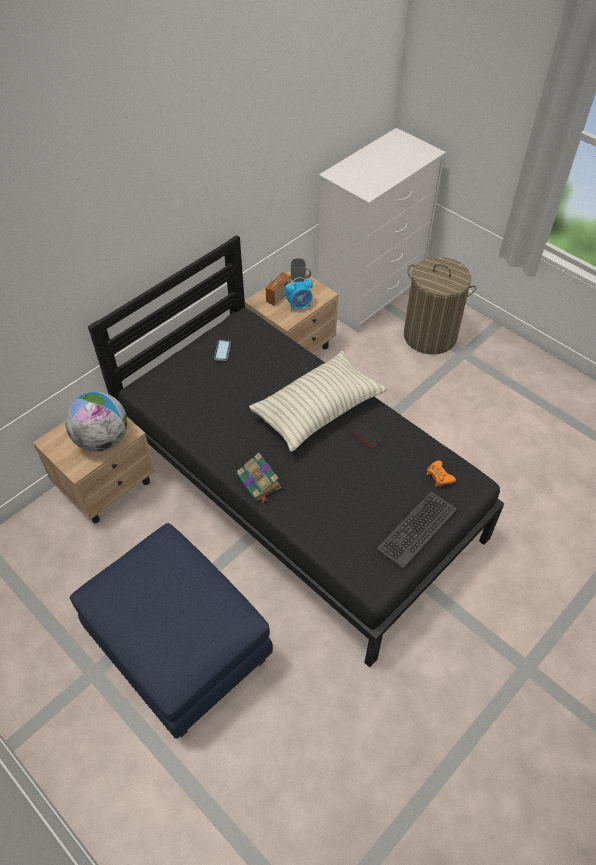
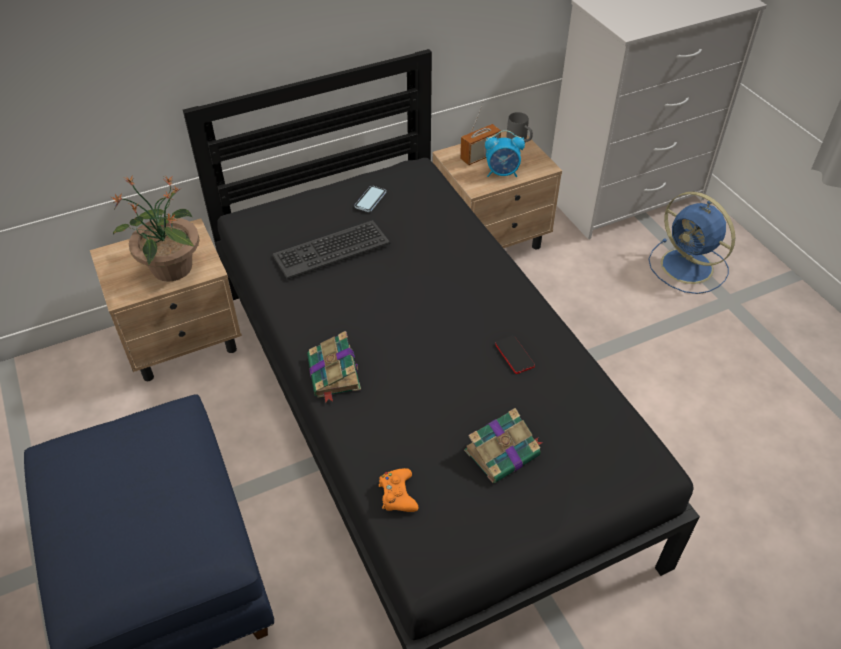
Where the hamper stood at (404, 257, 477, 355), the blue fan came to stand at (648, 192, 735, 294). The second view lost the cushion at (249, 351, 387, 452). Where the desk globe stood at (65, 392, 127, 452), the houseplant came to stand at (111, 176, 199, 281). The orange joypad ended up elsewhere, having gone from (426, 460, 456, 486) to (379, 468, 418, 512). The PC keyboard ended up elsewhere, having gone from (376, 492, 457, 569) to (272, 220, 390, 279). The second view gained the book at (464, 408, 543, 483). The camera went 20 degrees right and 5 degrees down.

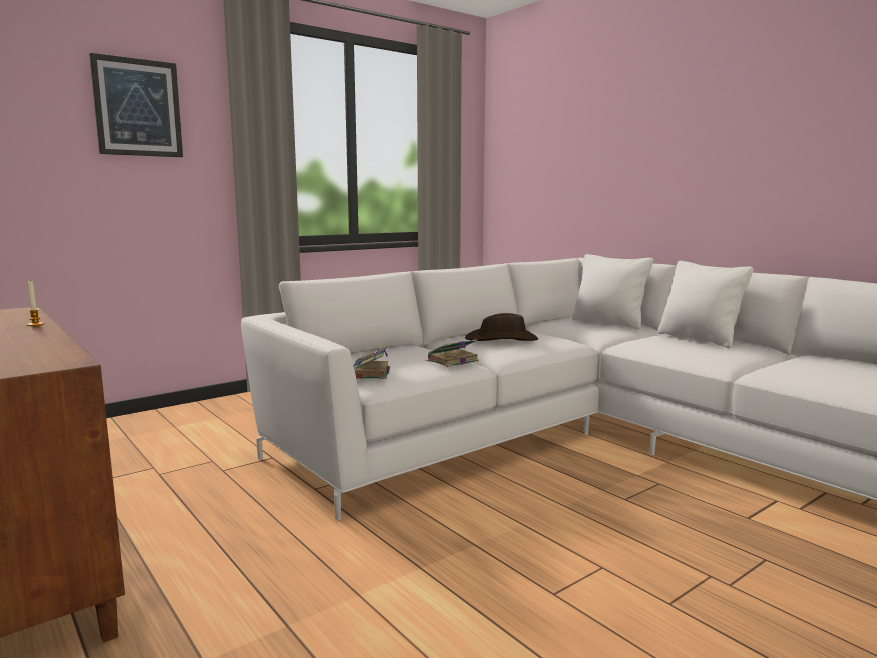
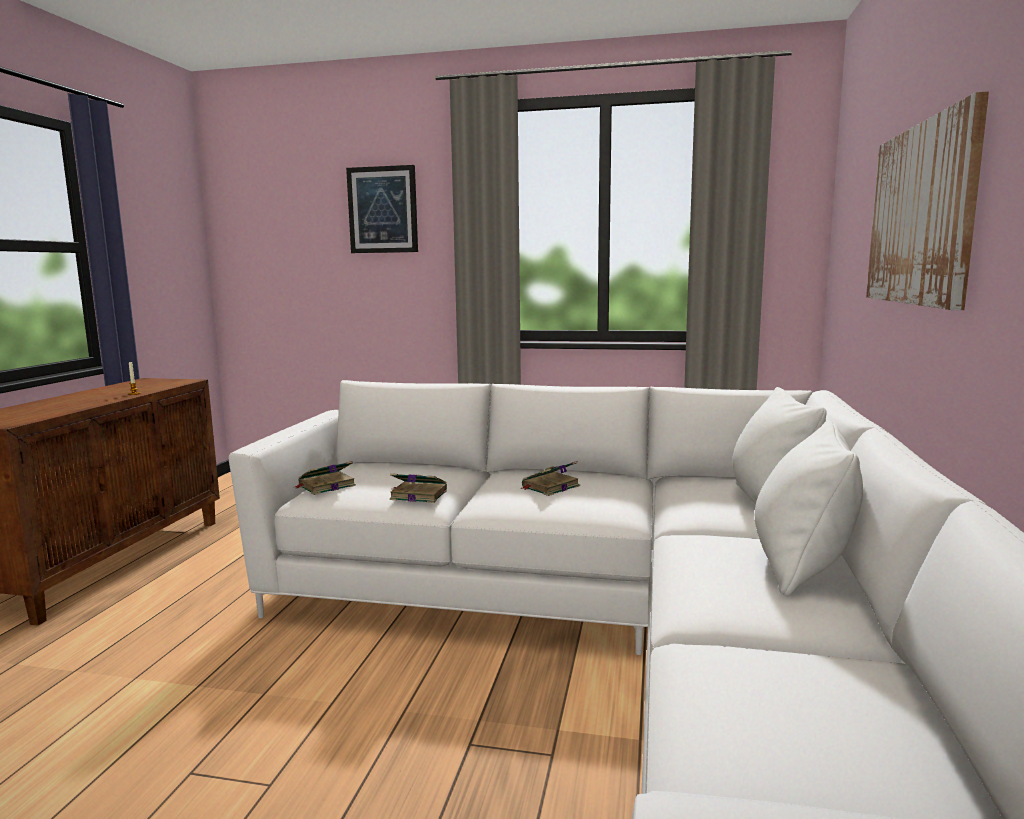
Where the brownish hat stood at (465, 313, 538, 341), the book came to stand at (520, 461, 580, 496). The second view gained the wall art at (866, 91, 989, 310). The camera went 50 degrees right and 0 degrees up.

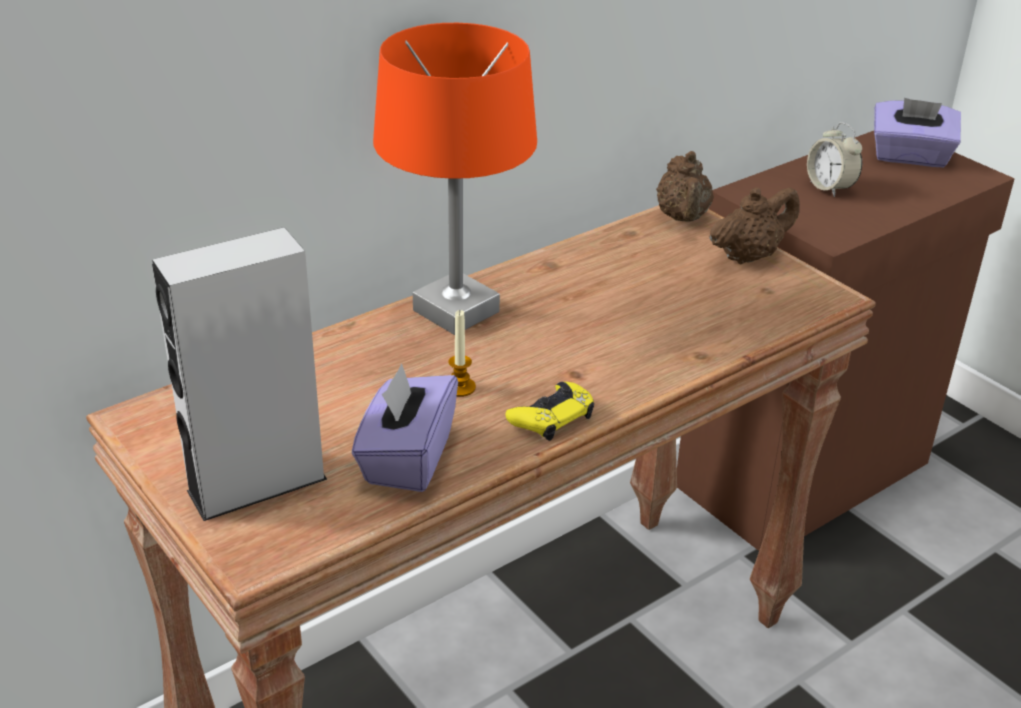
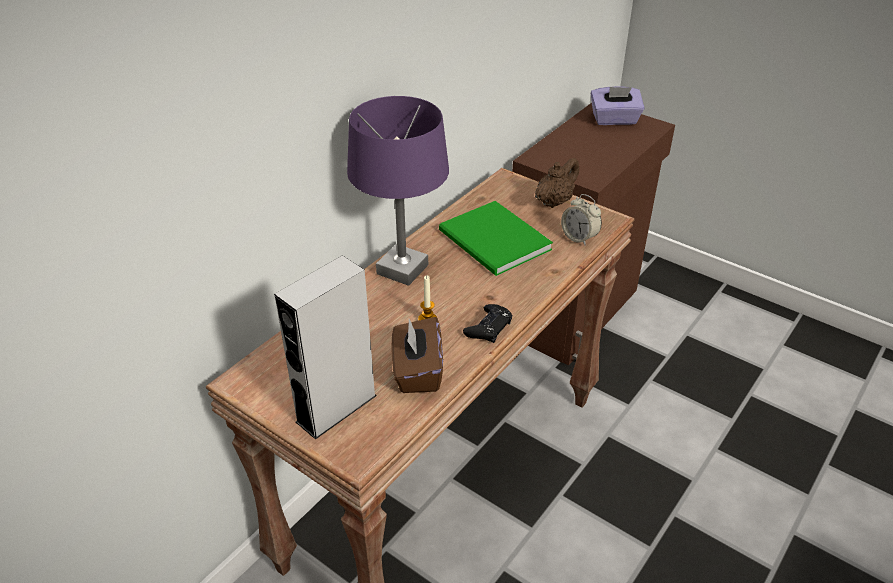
What was the orange table lamp at (373, 23, 537, 335) turned into the purple table lamp at (347, 96, 449, 286). The bedside clock ended up elsewhere, having gone from (807, 122, 862, 197) to (561, 194, 602, 246). The second view lost the brownish tea pot at (656, 151, 714, 222). What was the purple tissue box at (352, 363, 458, 492) turned into the brownish tissue box at (392, 317, 443, 393). What was the yellow joypad at (505, 382, 594, 441) turned into the blackish joypad at (463, 304, 512, 343). The second view gained the greenish book at (439, 201, 553, 276). The camera went 15 degrees left and 5 degrees up.

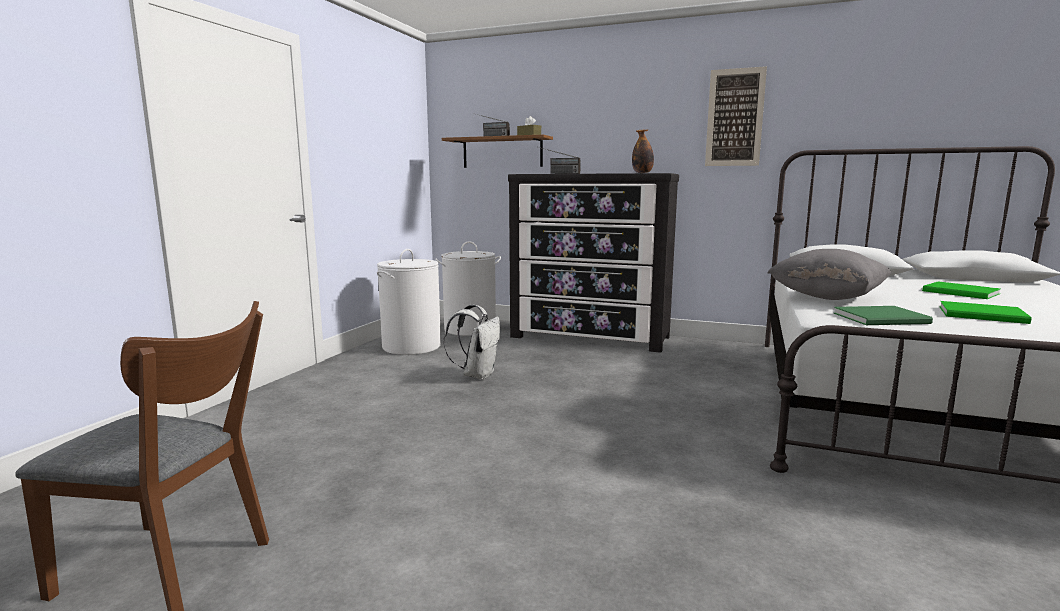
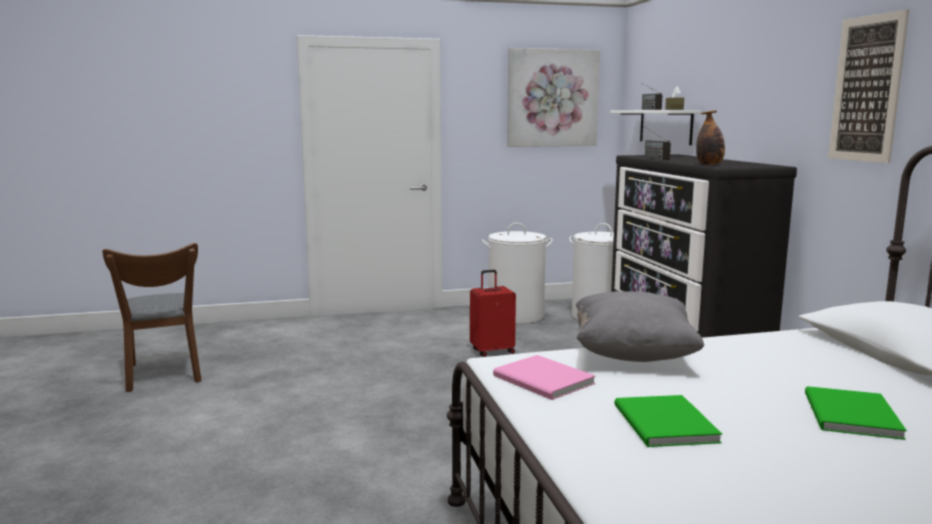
What was the brownish wall shelf at (442, 135, 553, 168) turned into the whitish wall shelf at (610, 110, 701, 145). Where the whitish knapsack stood at (444, 304, 500, 380), the red travel case came to stand at (470, 270, 516, 357). What was the greenish book at (833, 306, 933, 325) turned into the pink book at (493, 355, 596, 400). The second view gained the wall art at (507, 48, 600, 147). The camera went 55 degrees right and 0 degrees up.

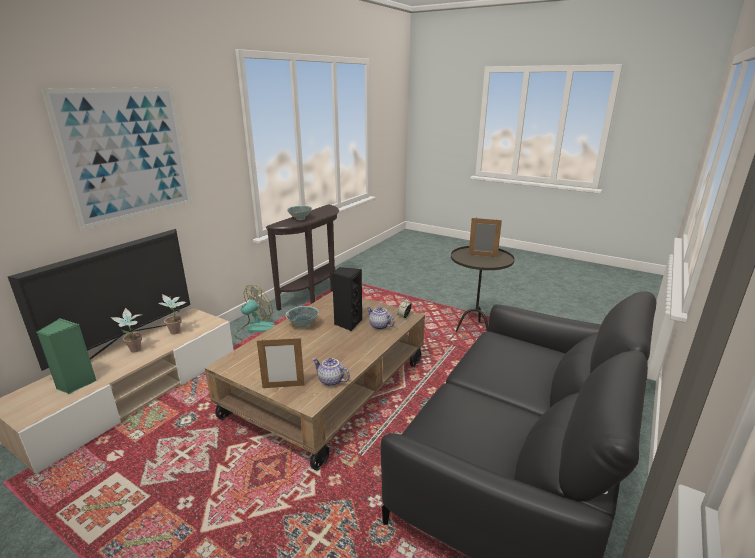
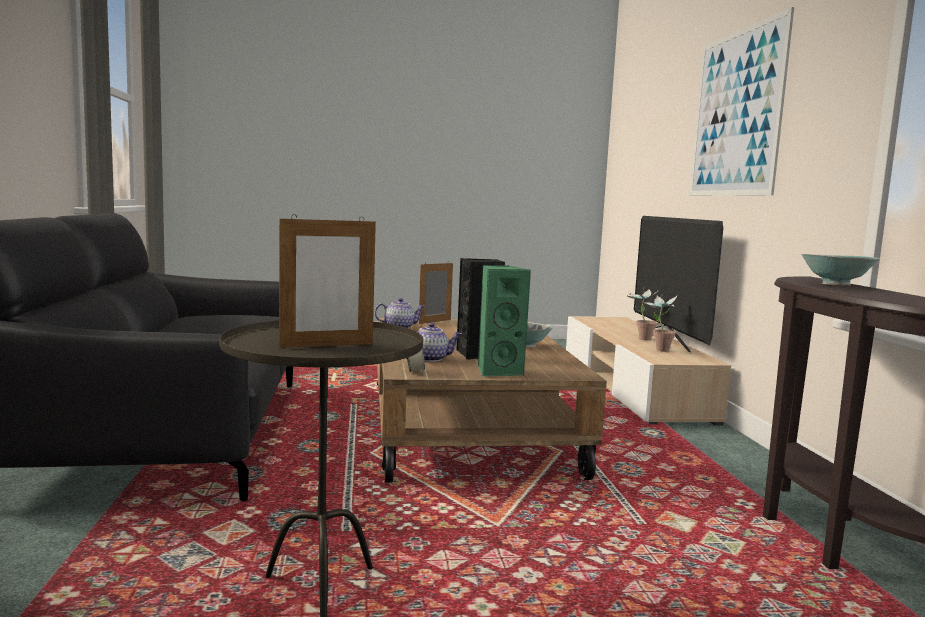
The second view lost the fan at (234, 285, 275, 341). The greenish audio speaker ended up elsewhere, having gone from (36, 318, 96, 394) to (478, 265, 531, 376). The camera went 140 degrees right and 15 degrees down.

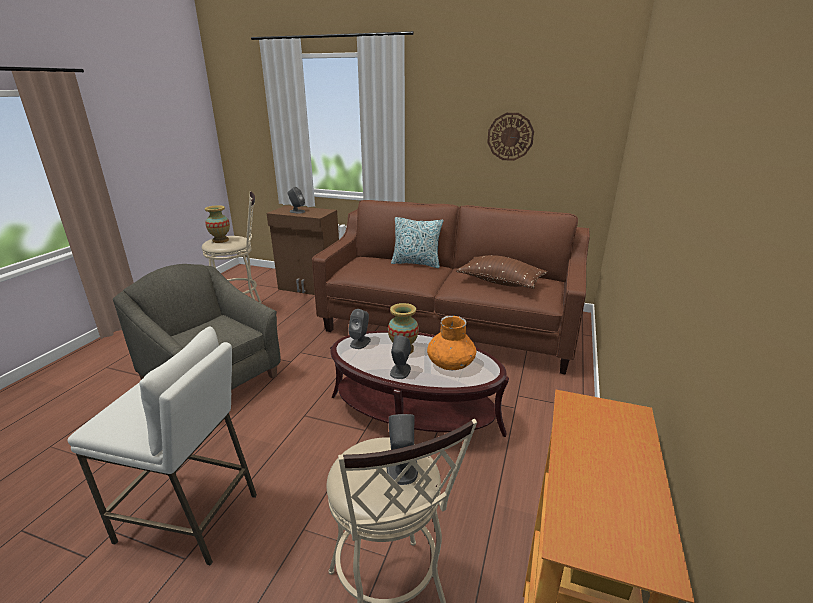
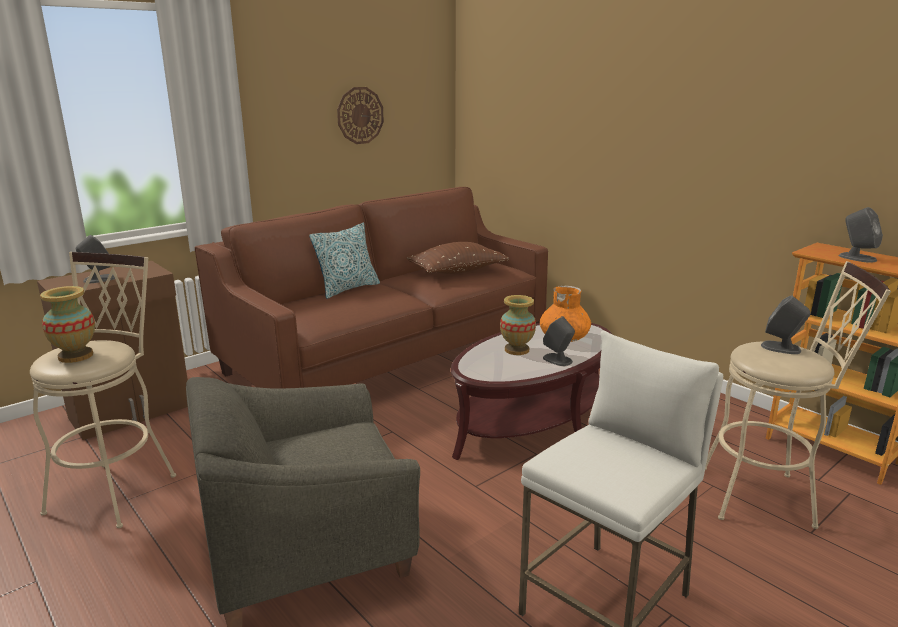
The greyish audio speaker ended up elsewhere, having gone from (348, 309, 371, 349) to (839, 207, 883, 263). The camera went 60 degrees left and 5 degrees down.

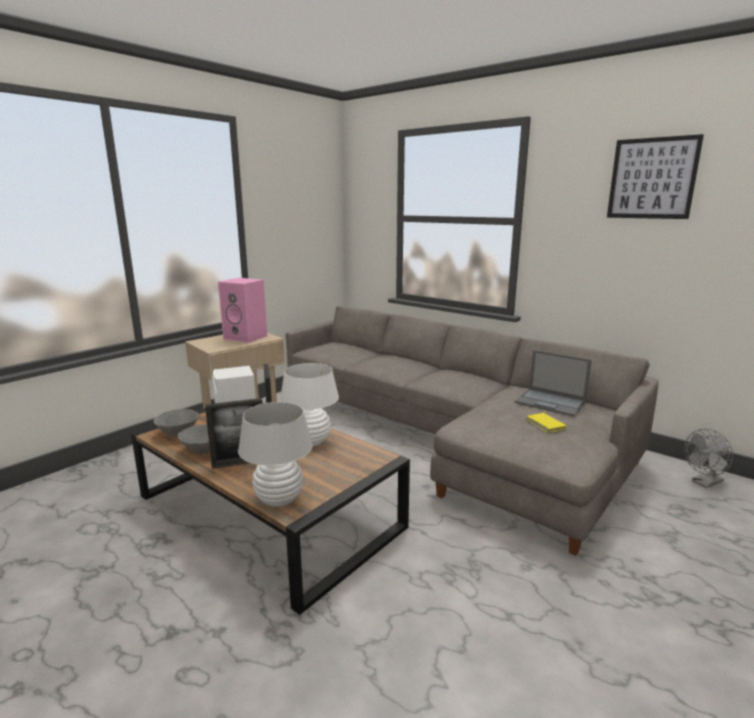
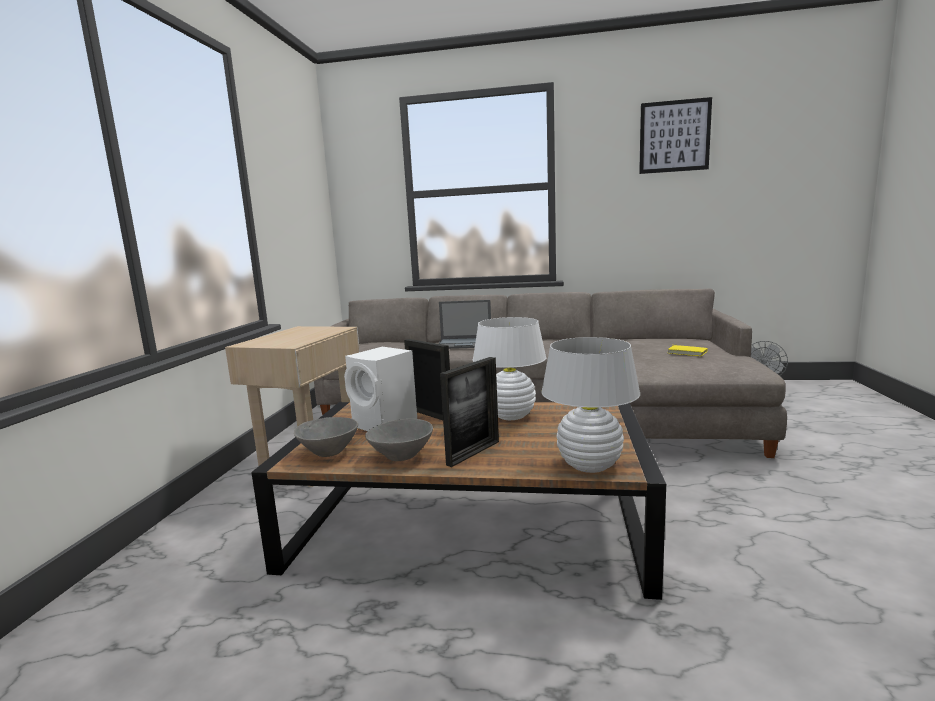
The second view lost the pink audio speaker at (218, 278, 267, 343). The portable computer ended up elsewhere, having gone from (515, 350, 592, 417) to (438, 300, 491, 349). The camera went 30 degrees left and 5 degrees down.

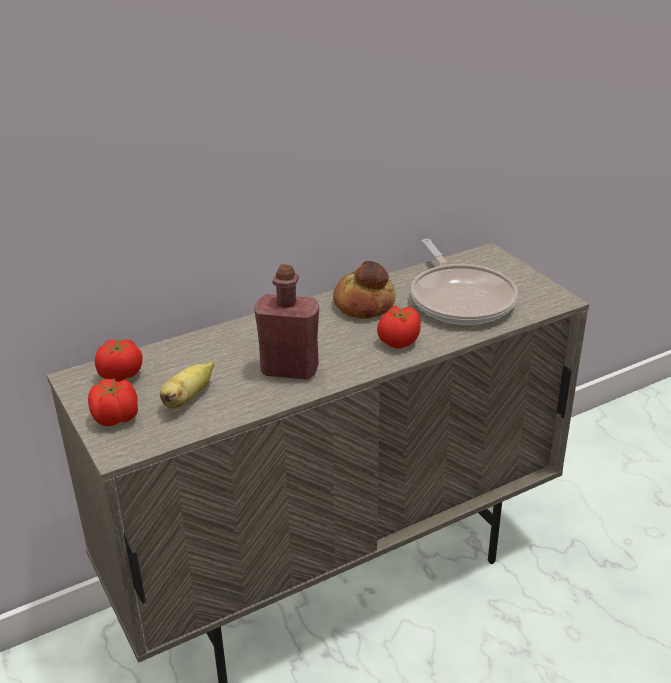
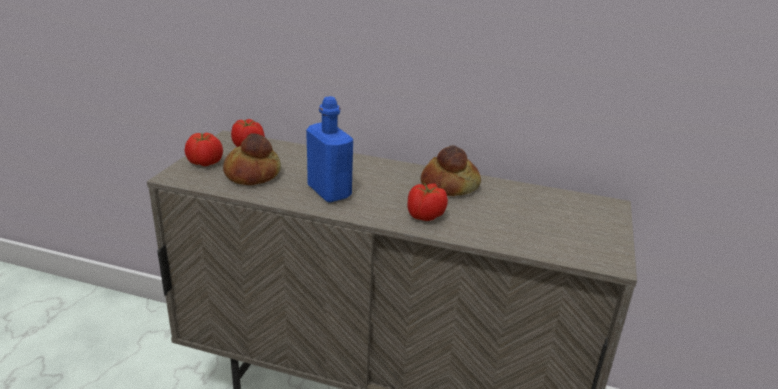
The second view lost the skillet at (411, 239, 518, 325). What was the red beverage bottle at (254, 264, 319, 380) turned into the blue beverage bottle at (306, 96, 353, 202). Where the banana stood at (160, 361, 214, 409), the bread came to stand at (223, 133, 281, 185). The camera went 45 degrees right and 5 degrees down.

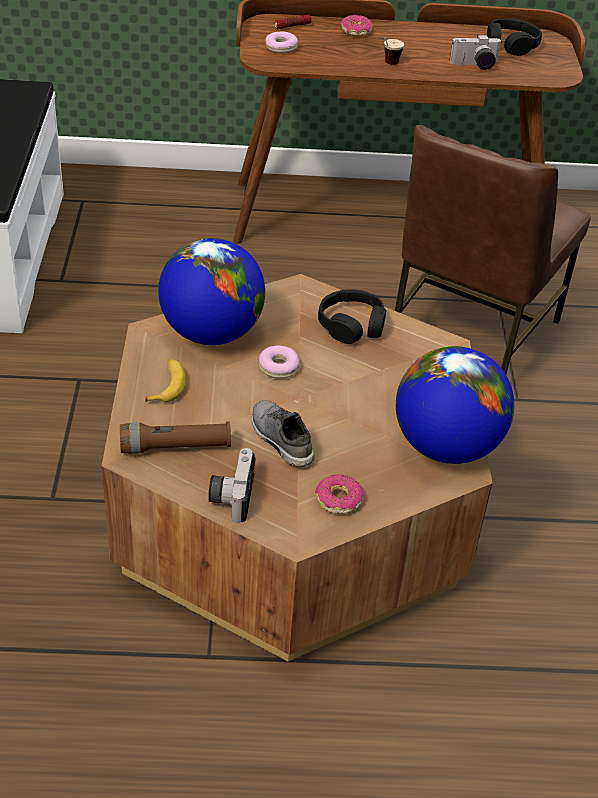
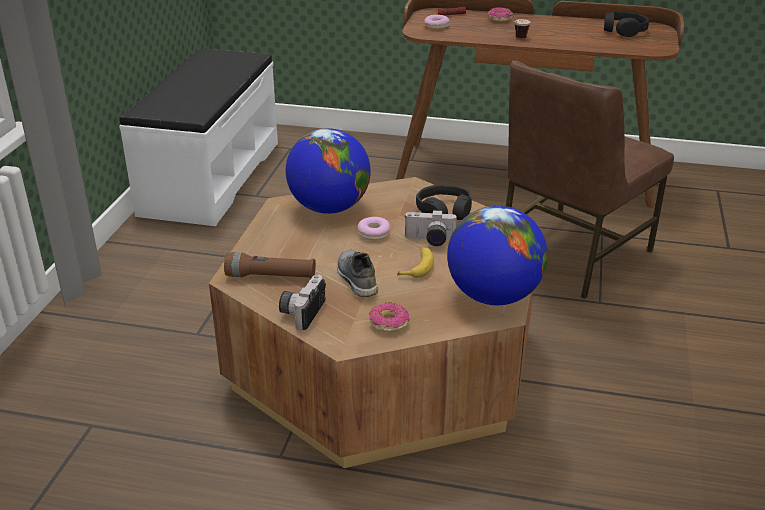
The still camera ended up elsewhere, having gone from (449, 35, 502, 70) to (404, 210, 457, 246). The banana ended up elsewhere, having gone from (145, 359, 186, 402) to (397, 247, 434, 278). The camera went 15 degrees right and 10 degrees down.

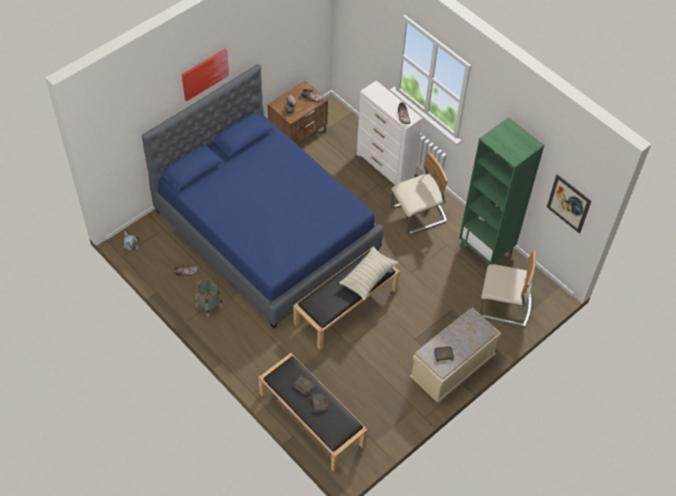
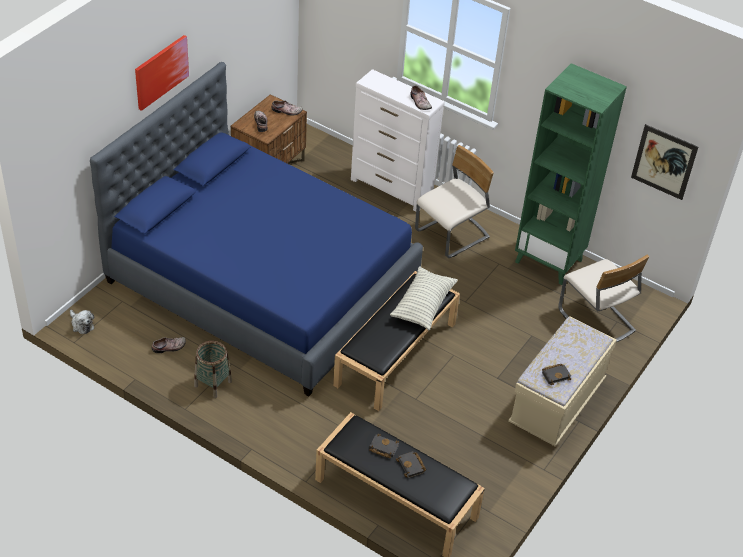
The beige chair at (480, 251, 536, 327) ended up facing another way, 60 degrees clockwise from before. The camera went 15 degrees left and 10 degrees down.

